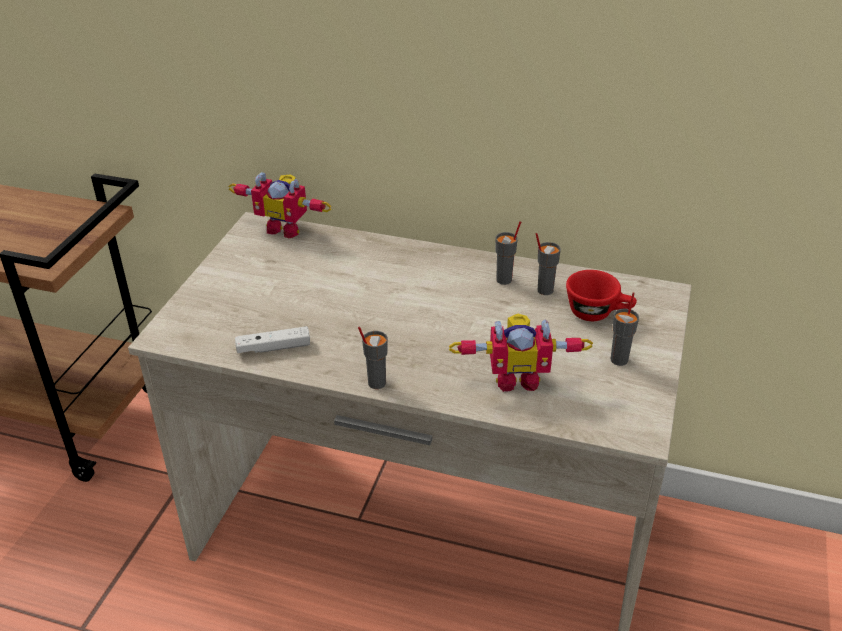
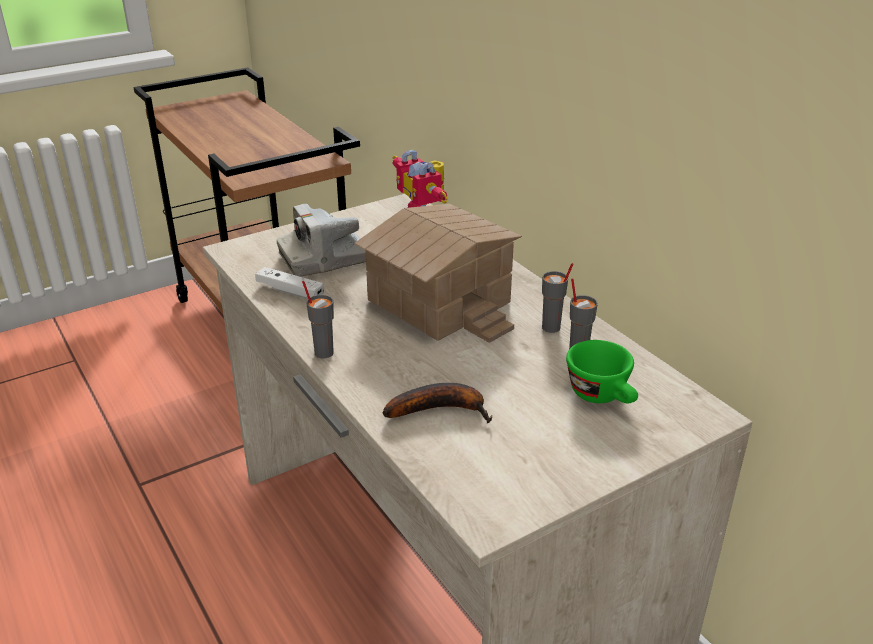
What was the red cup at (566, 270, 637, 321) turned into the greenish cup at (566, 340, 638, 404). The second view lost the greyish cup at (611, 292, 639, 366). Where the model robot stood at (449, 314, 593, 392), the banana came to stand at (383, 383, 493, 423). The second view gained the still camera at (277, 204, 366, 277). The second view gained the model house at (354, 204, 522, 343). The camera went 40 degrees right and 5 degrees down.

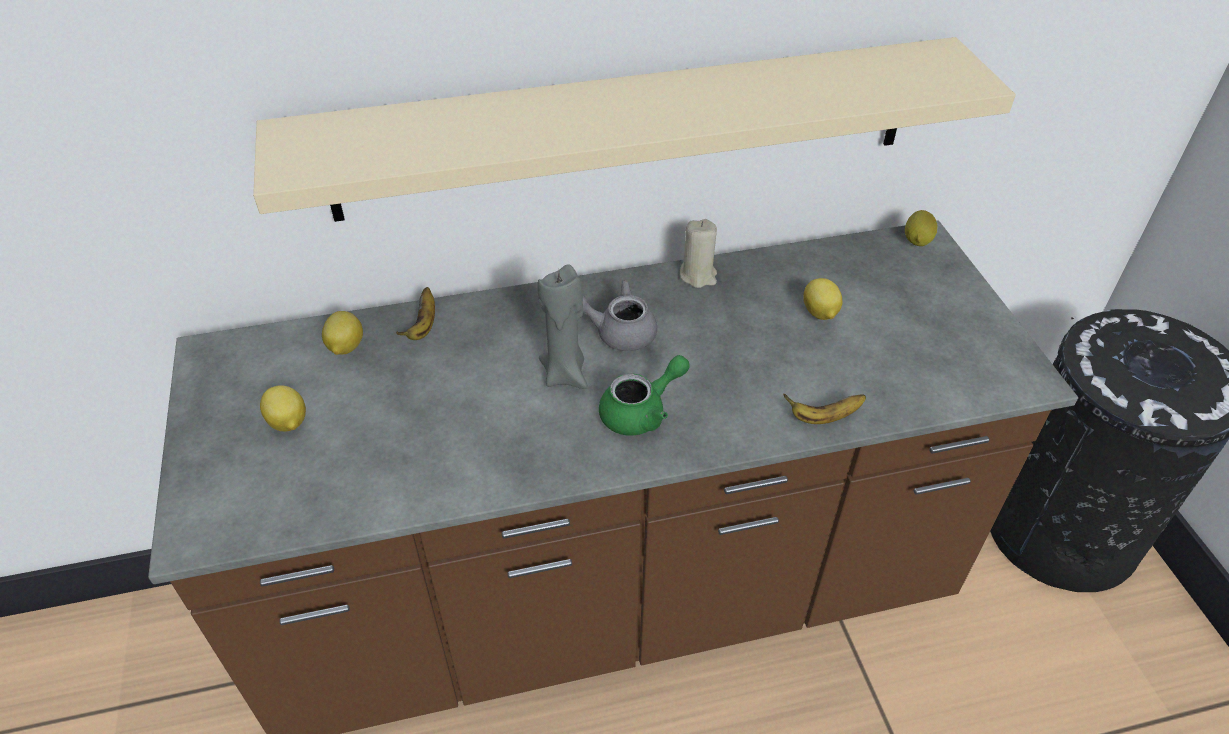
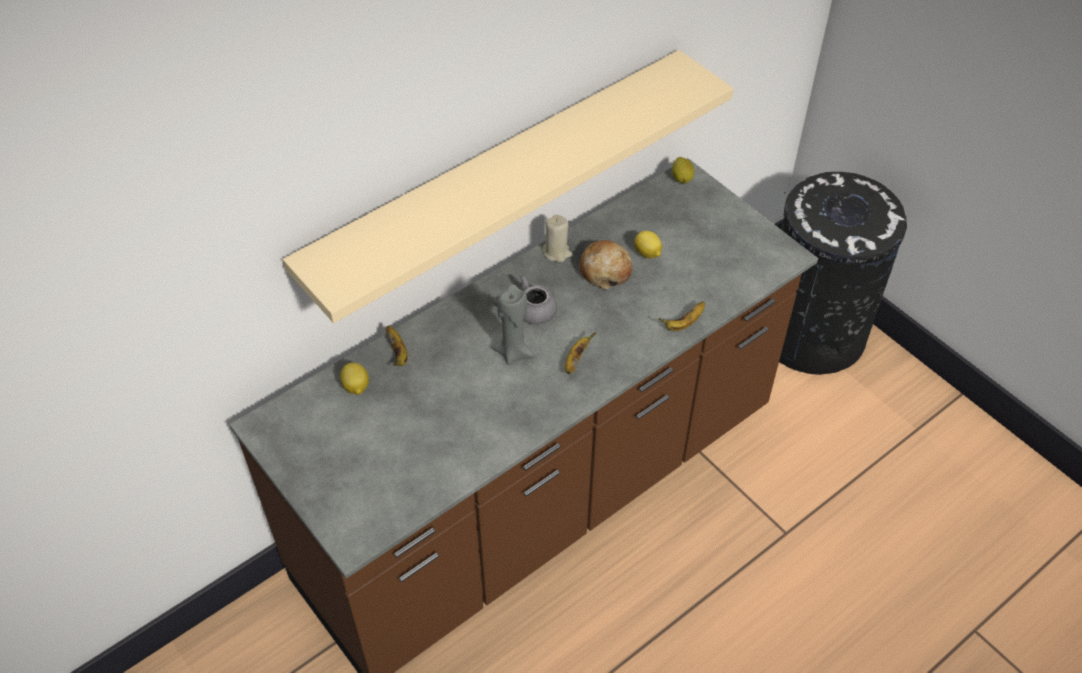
Where the greenish tea pot stood at (599, 355, 690, 436), the banana came to stand at (565, 332, 596, 374). The second view lost the citrus fruit at (260, 385, 306, 432). The second view gained the bread at (579, 240, 632, 289). The camera went 25 degrees left and 5 degrees up.

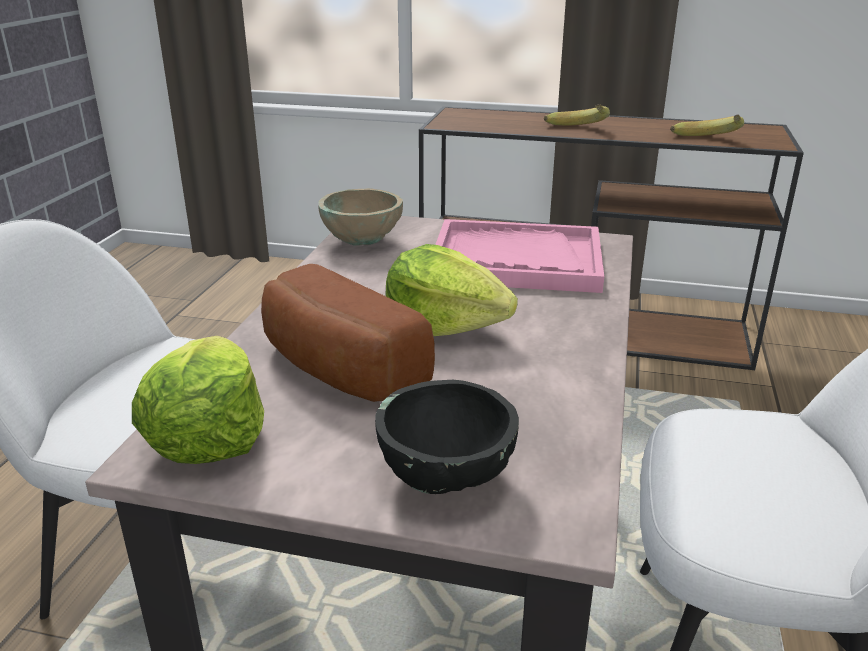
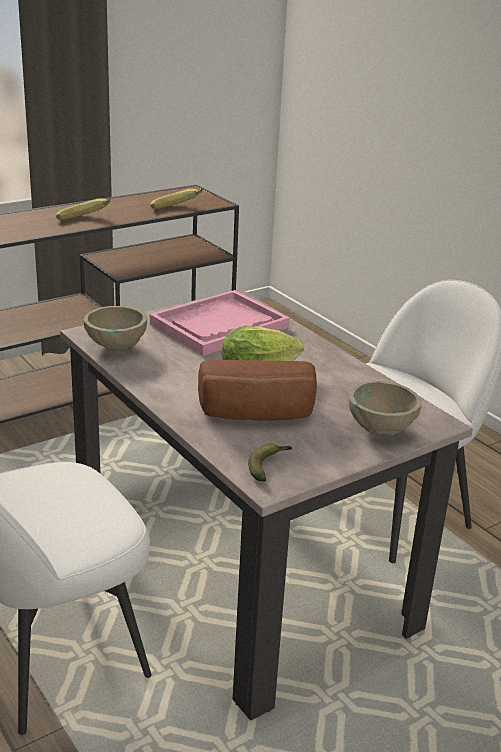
Where the lettuce stood at (132, 336, 264, 464), the banana came to stand at (248, 444, 292, 482). What was the blackish bowl at (375, 380, 519, 494) turned into the beige bowl at (349, 381, 422, 436). The camera went 50 degrees left and 0 degrees up.

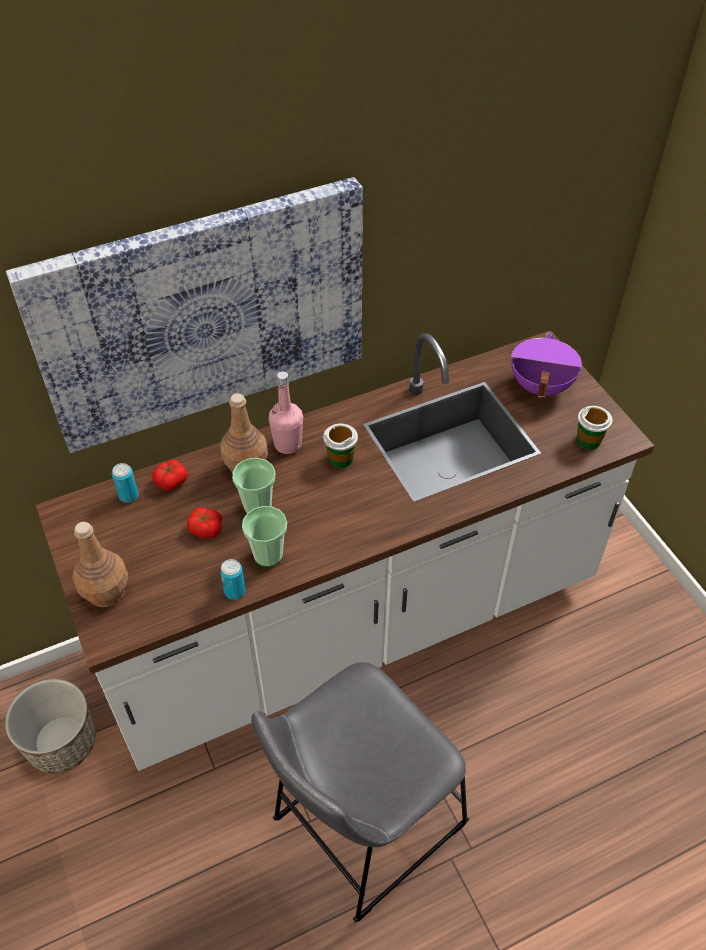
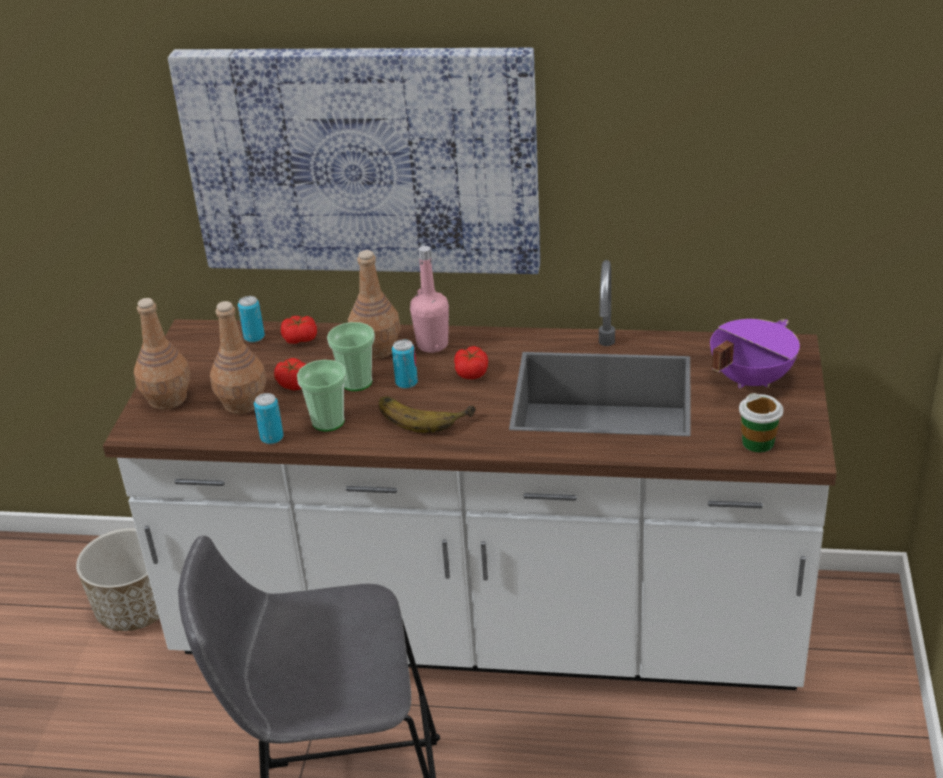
Where the cup stood at (323, 424, 358, 468), the tomato came to stand at (454, 346, 488, 379). The second view gained the brownish beverage bottle at (210, 301, 266, 414). The second view gained the can at (392, 339, 418, 389). The second view gained the banana at (379, 396, 476, 433). The camera went 35 degrees right and 15 degrees down.

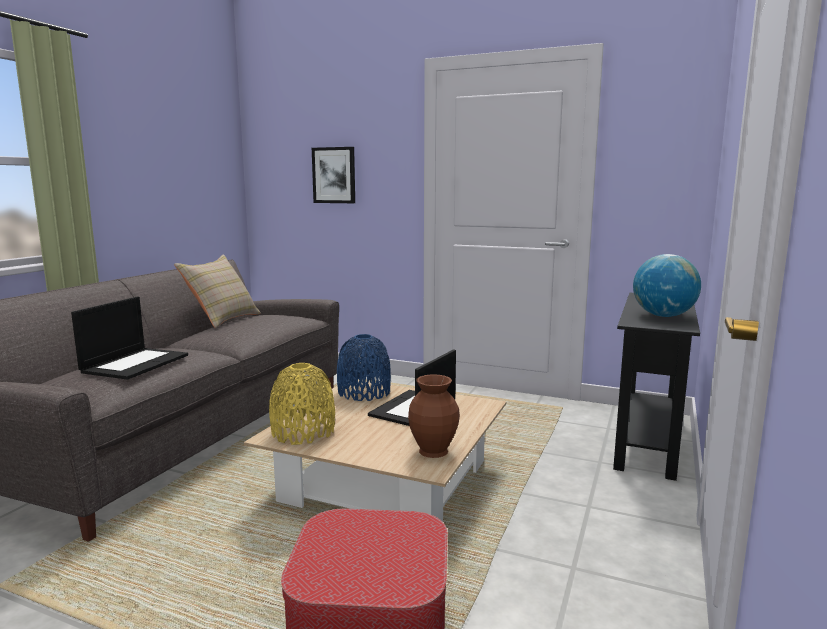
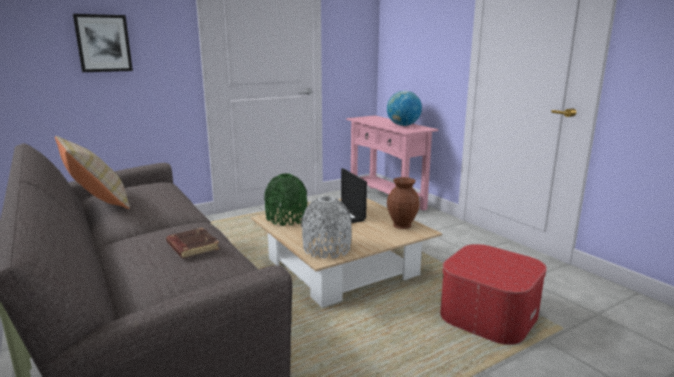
What was the blackish console table at (613, 293, 700, 481) turned into the pink console table at (346, 115, 438, 211). Where the portable computer stood at (71, 297, 188, 380), the brownish book came to stand at (166, 228, 220, 258). What was the blue vase at (337, 334, 391, 401) turned into the greenish vase at (264, 173, 307, 226). What was the yellow vase at (269, 363, 335, 445) turned into the greyish vase at (301, 196, 352, 259). The camera went 55 degrees left and 5 degrees up.

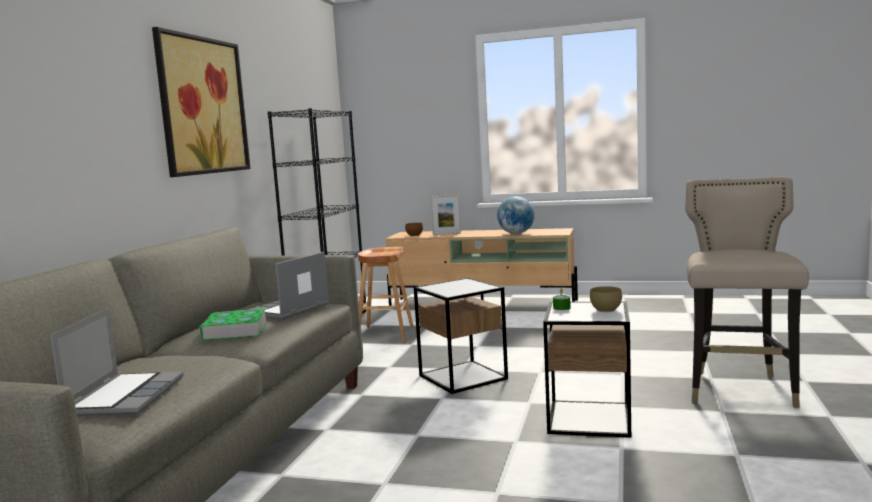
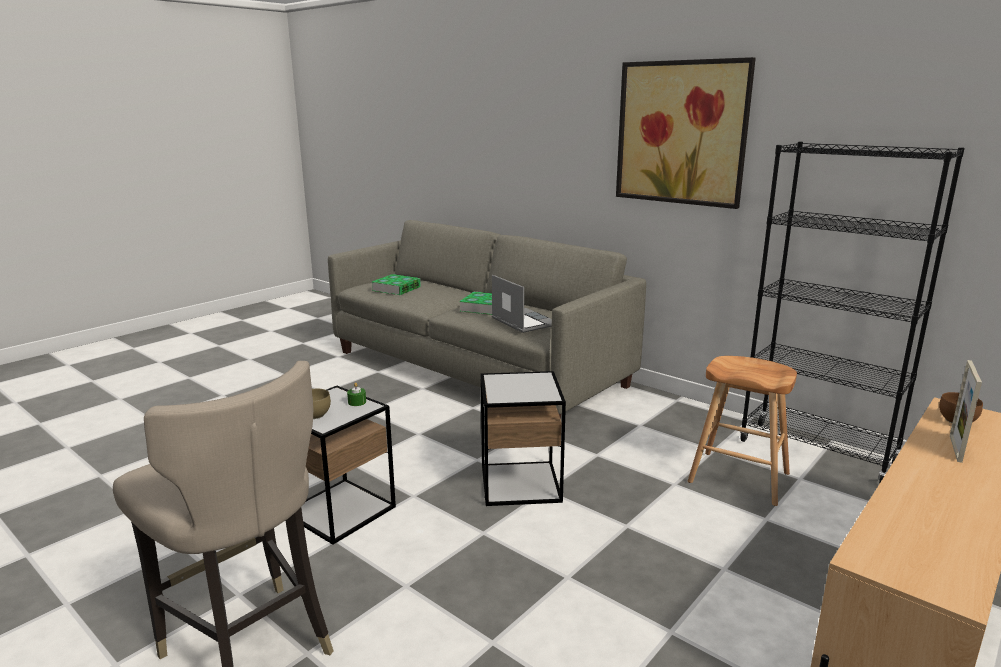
The second view lost the desk globe at (497, 196, 535, 234). Where the portable computer stood at (50, 308, 184, 416), the book came to stand at (372, 274, 421, 295). The camera went 115 degrees right and 10 degrees up.

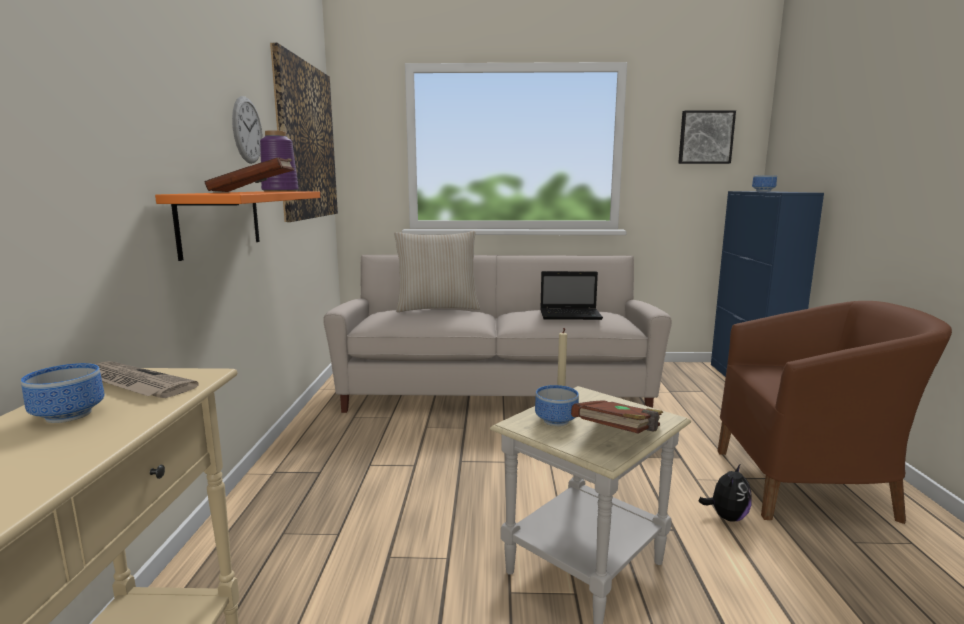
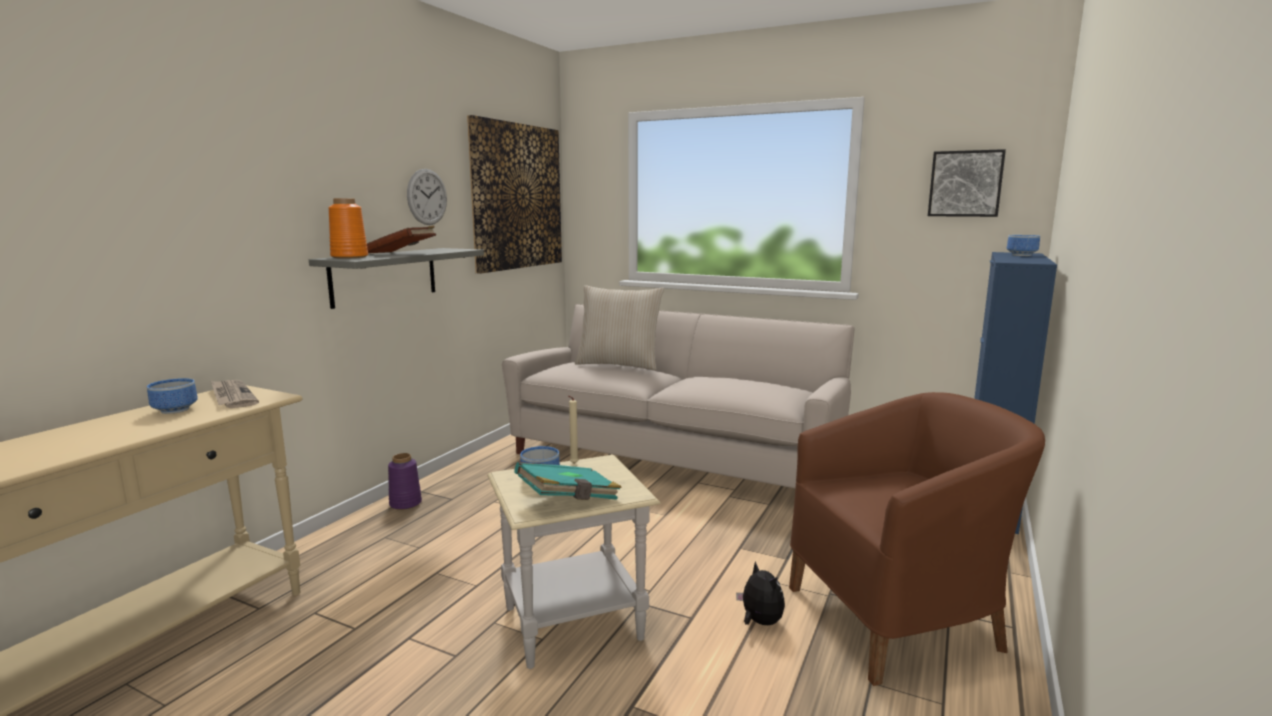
The purple vase ended up elsewhere, having gone from (260, 130, 299, 192) to (388, 453, 422, 510). What was the orange wall shelf at (155, 191, 320, 261) turned into the greyish wall shelf at (309, 248, 484, 309). The second view lost the portable computer at (540, 271, 603, 320). The brownish easy chair at (718, 301, 952, 524) ended up facing another way, 45 degrees counterclockwise from before. What was the brownish book at (571, 400, 663, 433) turned into the turquoise-coloured book at (514, 462, 622, 500). The cuddly toy at (698, 464, 752, 522) ended up facing another way, 90 degrees counterclockwise from before. The second view gained the orange vase at (328, 198, 368, 259). The camera went 25 degrees right and 0 degrees up.

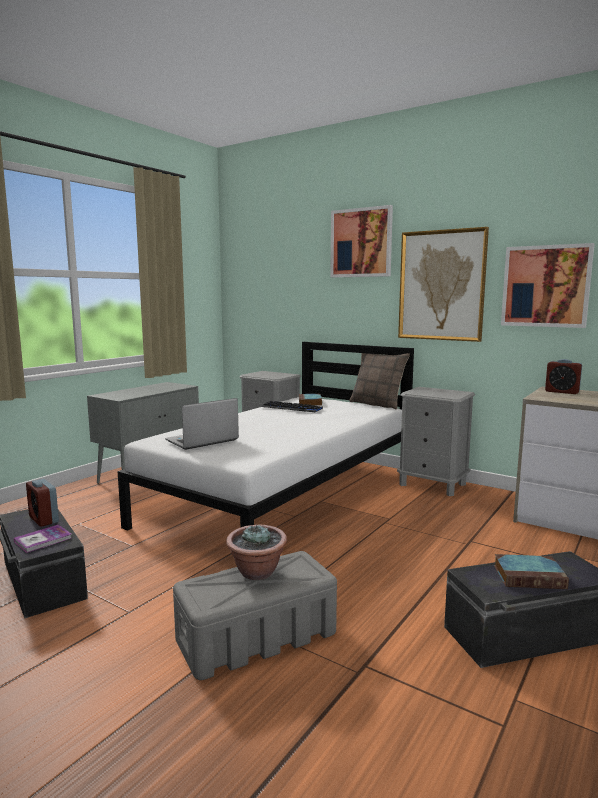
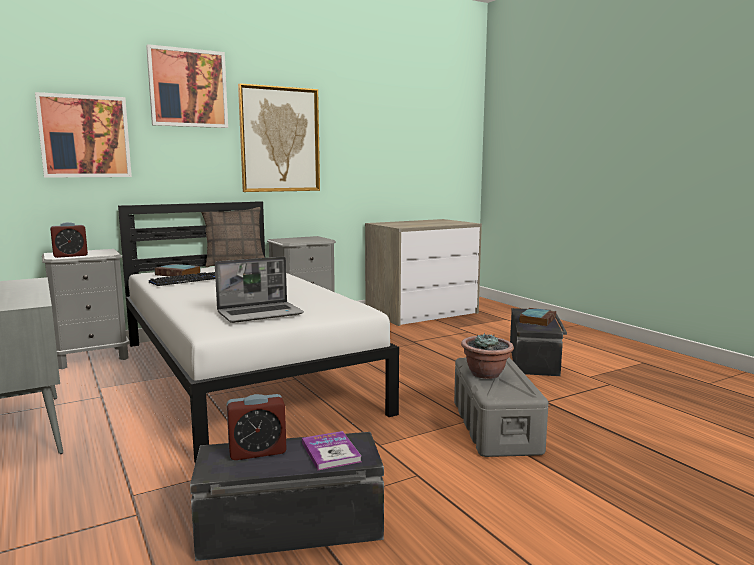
The wall art ended up elsewhere, having gone from (501, 243, 595, 328) to (35, 92, 132, 178). The bedside clock ended up elsewhere, having gone from (545, 359, 582, 394) to (50, 222, 88, 258). The portable computer at (165, 398, 239, 450) ended up facing another way, 105 degrees counterclockwise from before. The camera went 65 degrees left and 0 degrees up.

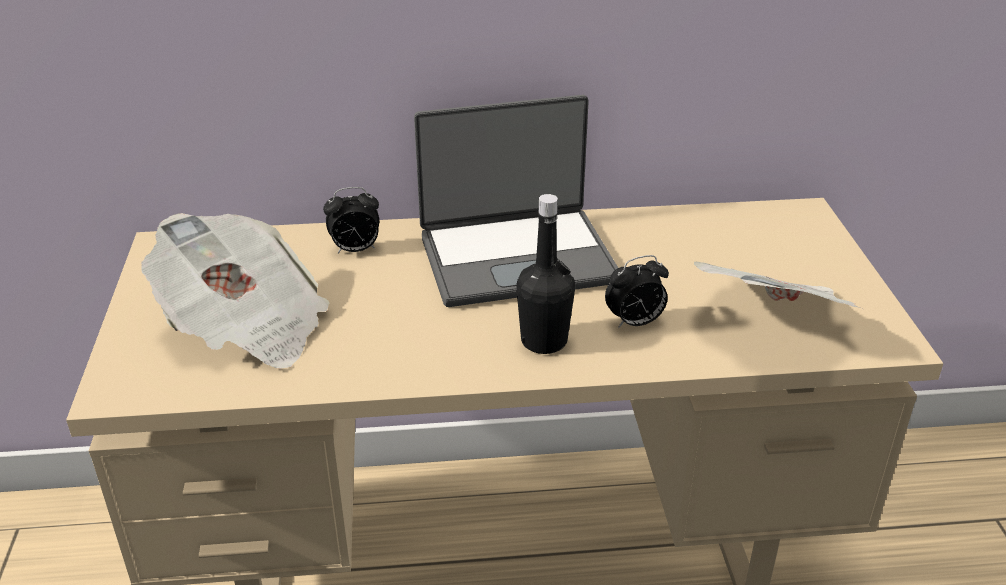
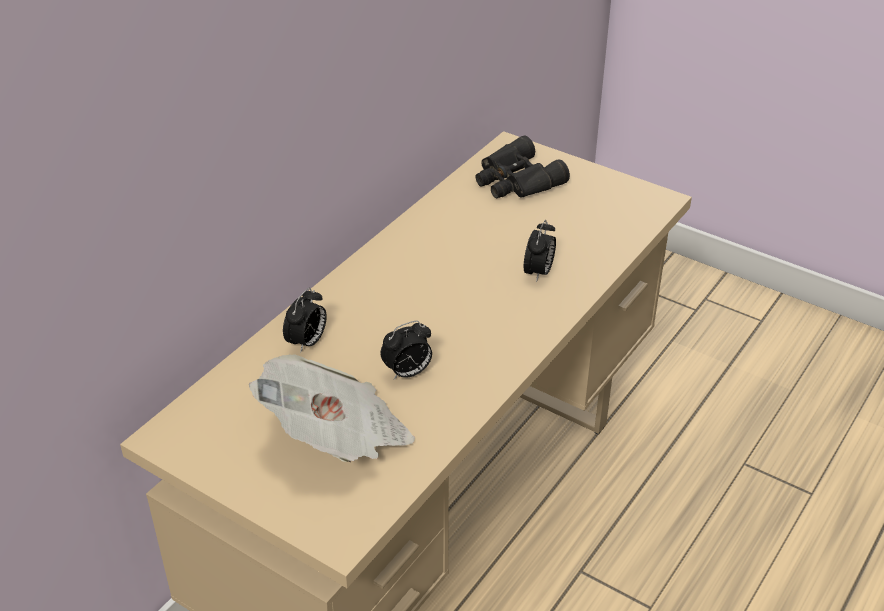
The second view lost the portable computer at (414, 95, 618, 307). The second view lost the blackish beverage bottle at (516, 194, 575, 354). The second view lost the newspaper at (694, 262, 860, 308). The second view gained the blackish binoculars at (475, 135, 570, 199). The second view gained the bedside clock at (381, 321, 432, 380). The camera went 50 degrees left and 5 degrees up.

